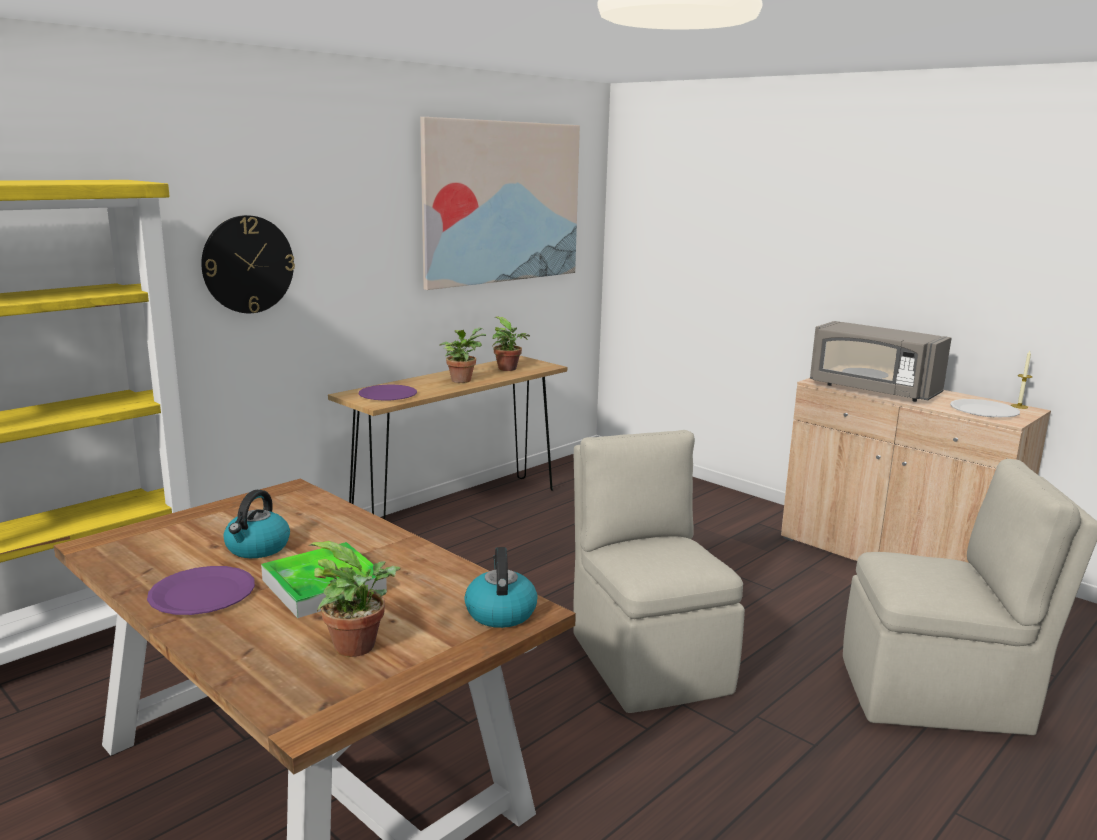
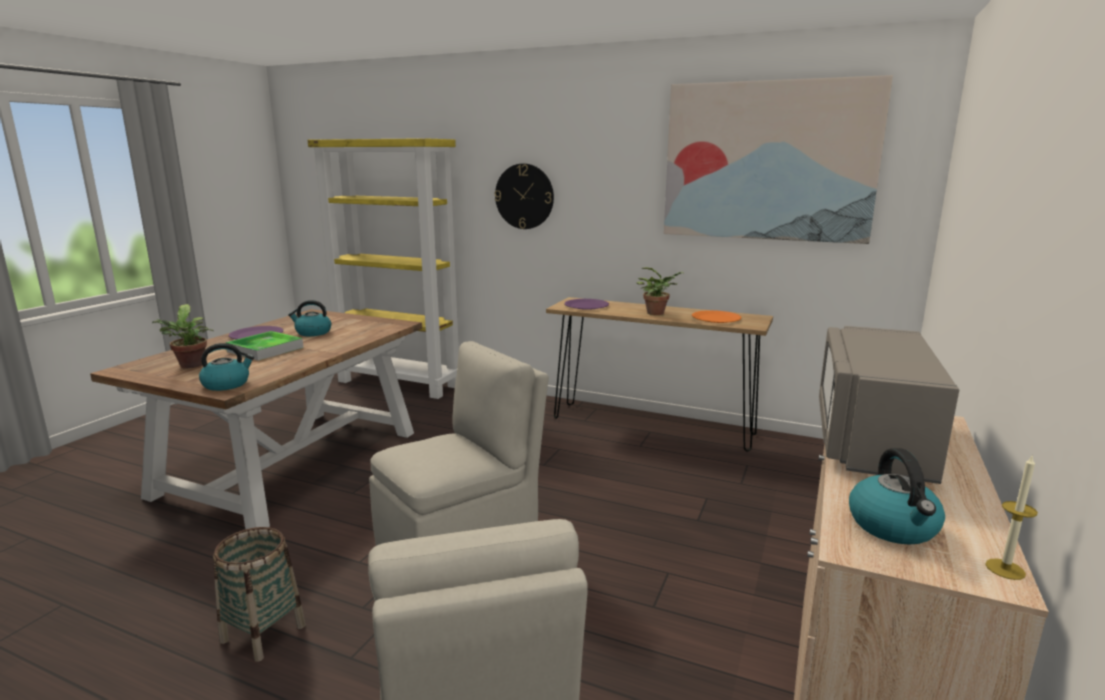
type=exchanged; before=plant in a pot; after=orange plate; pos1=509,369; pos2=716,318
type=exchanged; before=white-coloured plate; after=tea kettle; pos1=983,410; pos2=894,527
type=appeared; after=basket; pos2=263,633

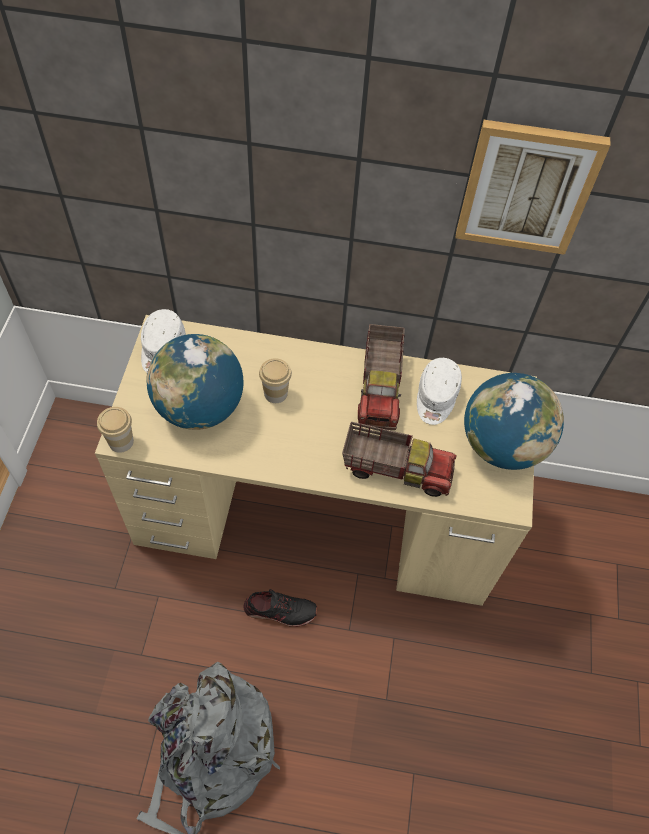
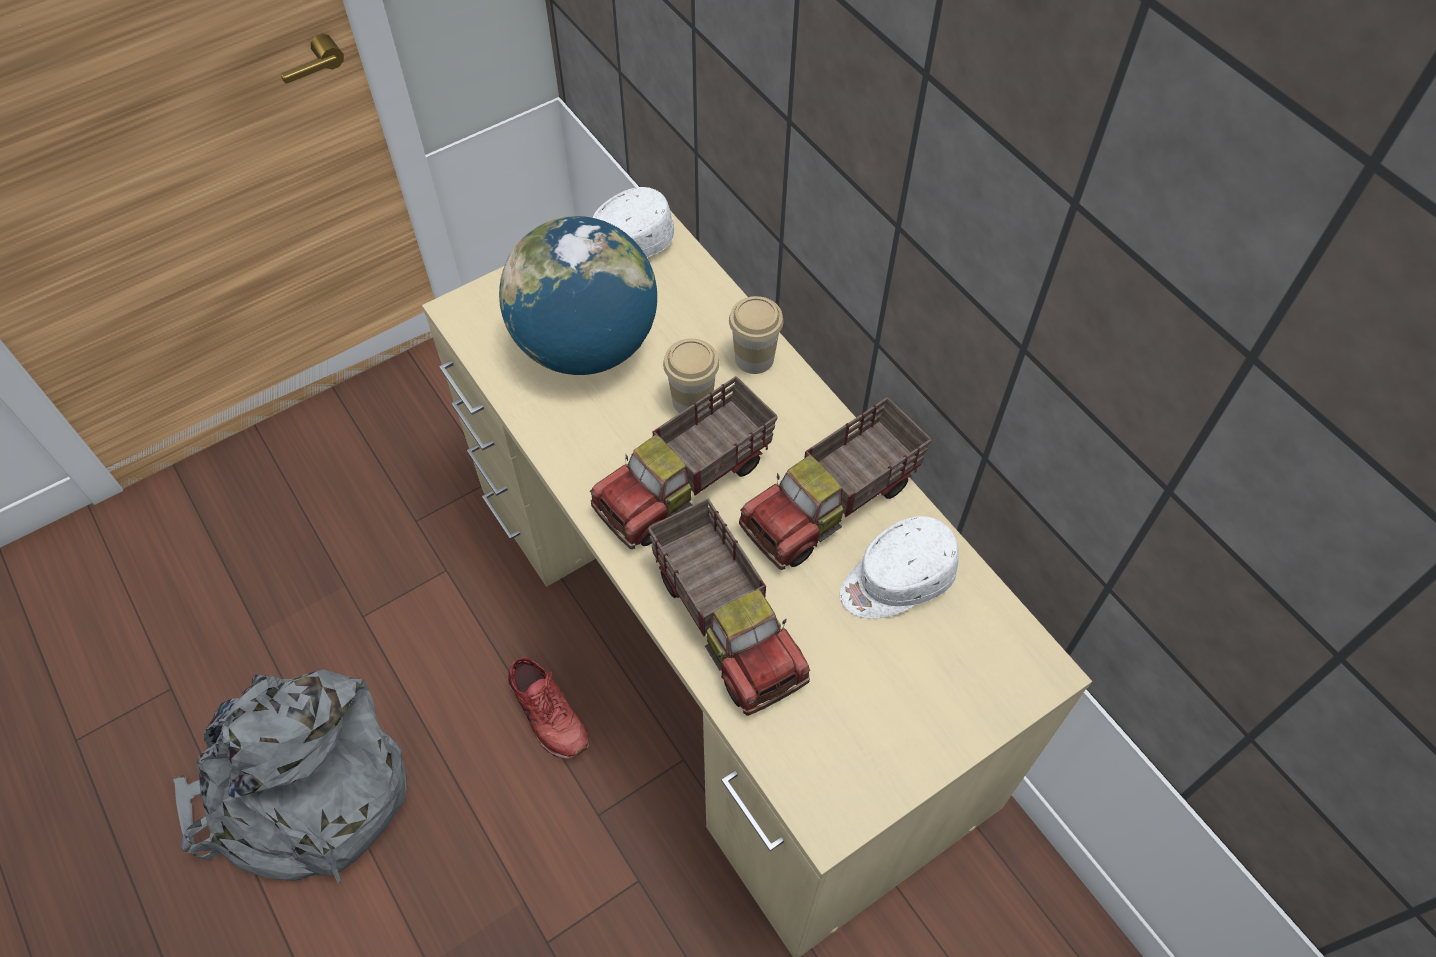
type=missing; before=wall picture; pos1=527,187
type=missing; before=desk globe; pos1=502,445
type=relocated; before=cup; pos1=121,441; pos2=754,358
type=colour; before=black-coloured low shoe; after=red low shoe; pos1=280,611; pos2=547,713
type=appeared; after=toy truck; pos2=686,484

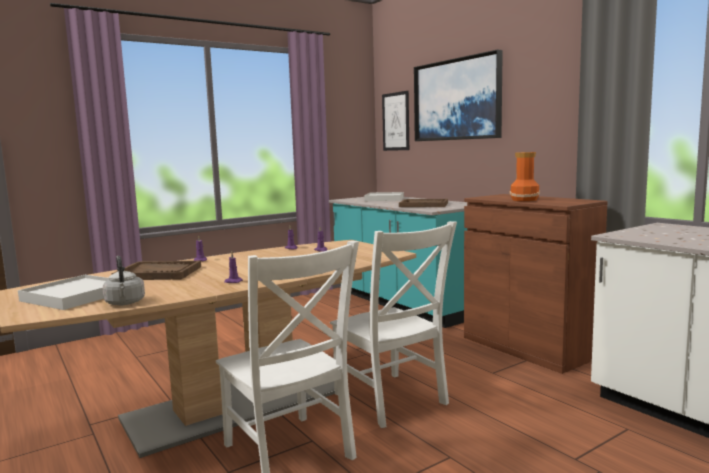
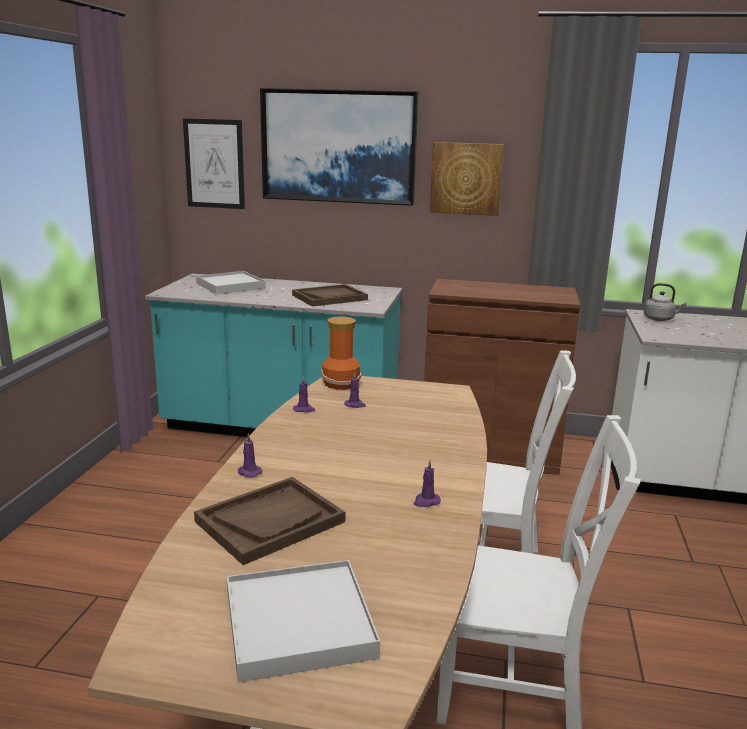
type=relocated; before=decorative vase; pos1=524,200; pos2=340,383
type=relocated; before=gray tea kettle; pos1=125,303; pos2=660,319
type=appeared; after=wall picture; pos2=466,178

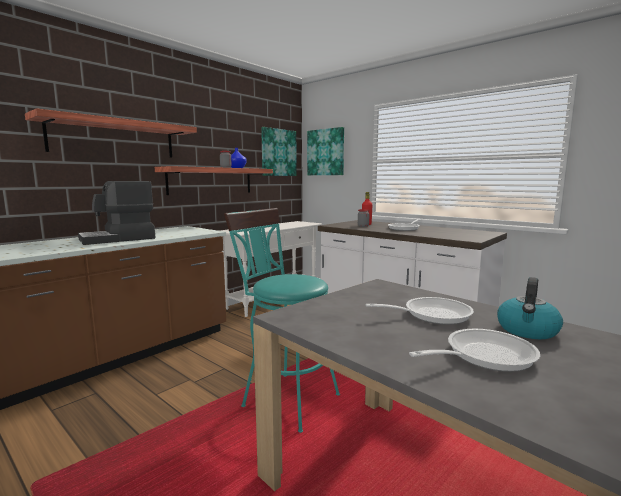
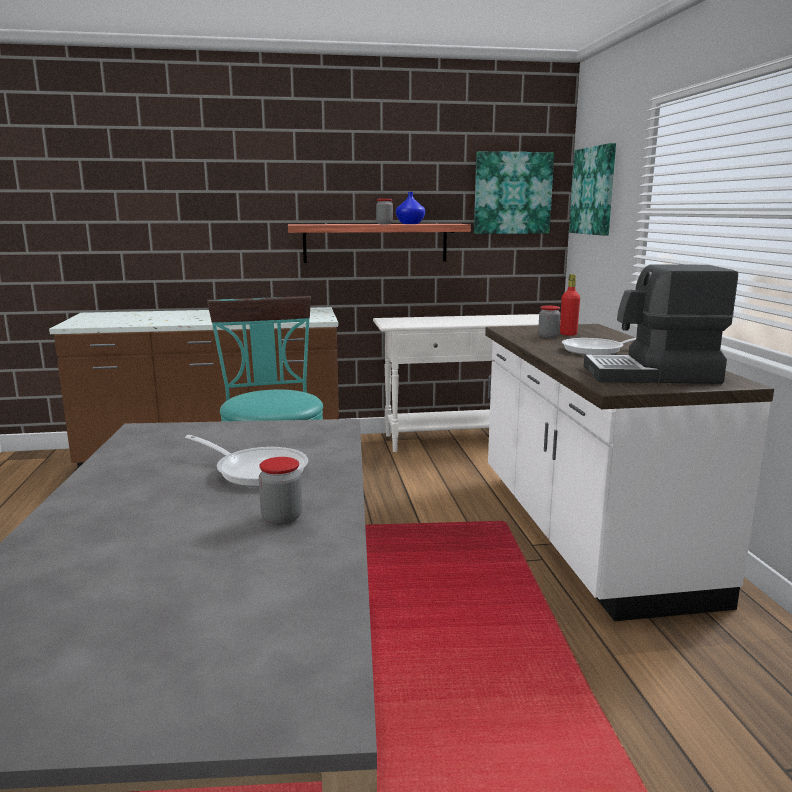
type=missing; before=wall shelf; pos1=114,139
type=relocated; before=coffee maker; pos1=118,239; pos2=652,375
type=exchanged; before=tea kettle; after=jar; pos1=527,331; pos2=282,518
type=missing; before=frying pan; pos1=483,356

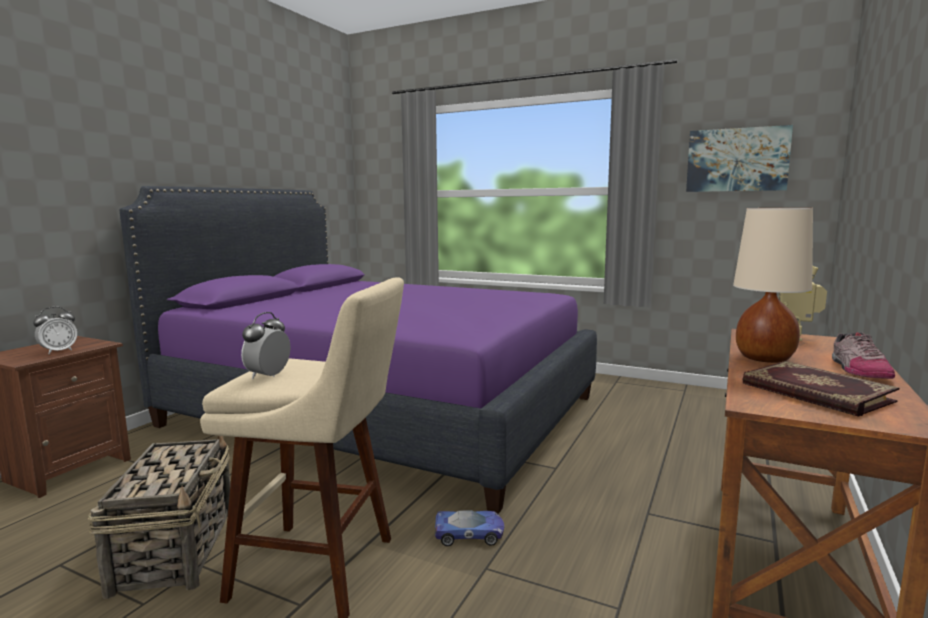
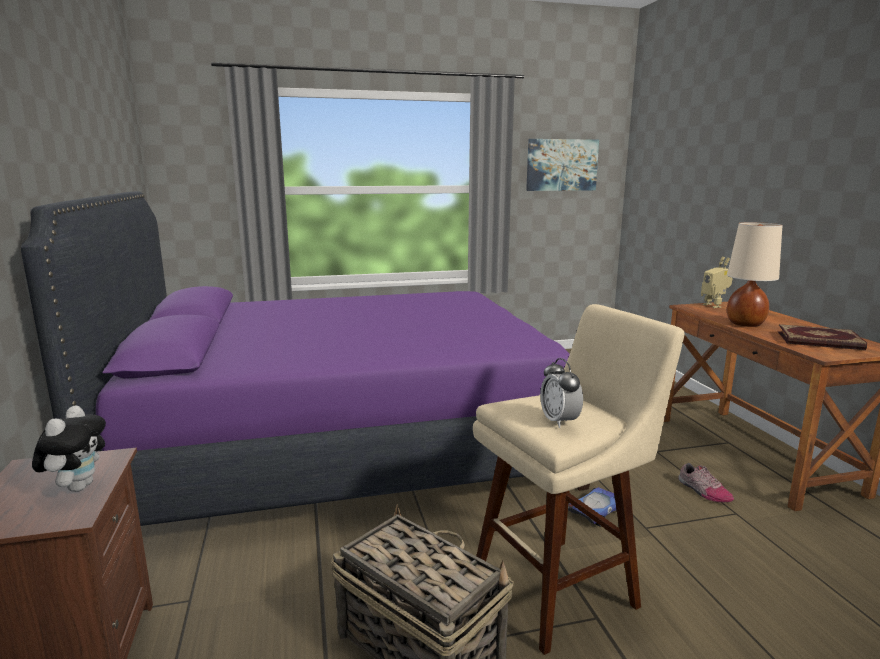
type=exchanged; before=alarm clock; after=plush toy; pos1=58,351; pos2=78,486
type=relocated; before=low shoe; pos1=857,370; pos2=703,491

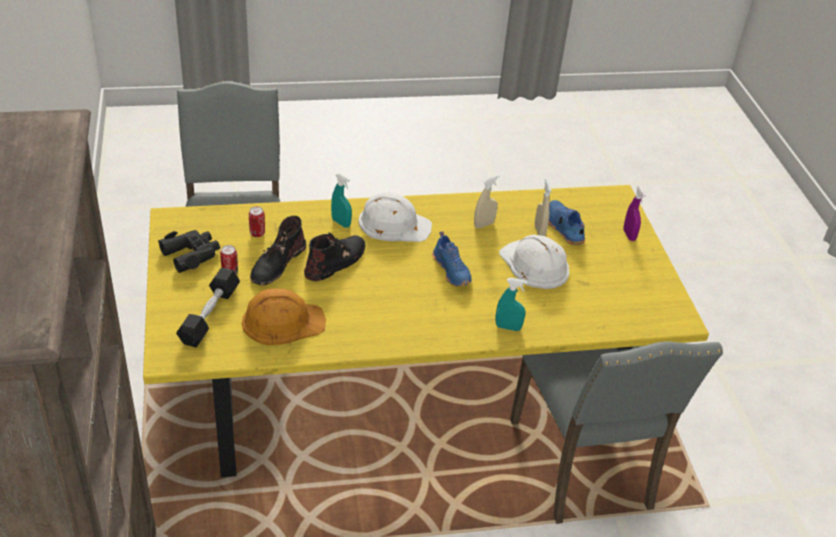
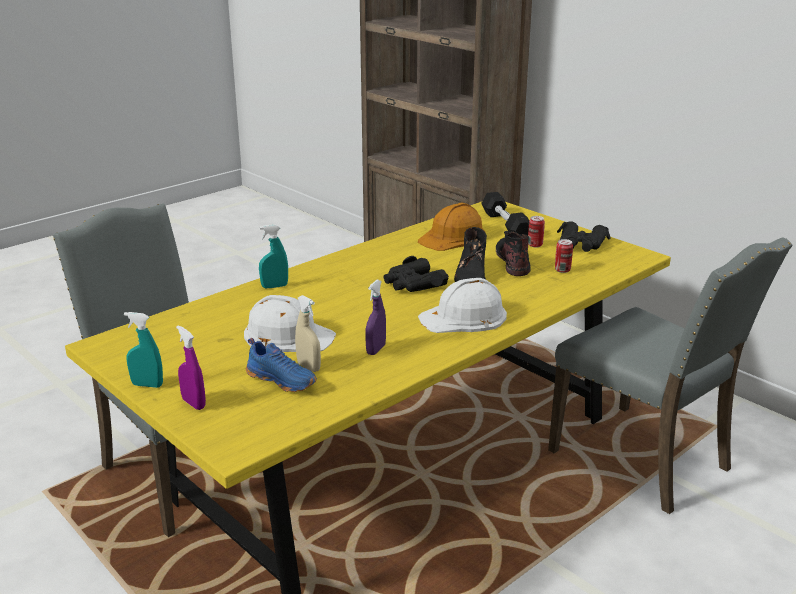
type=relocated; before=turquoise-coloured spray bottle; pos1=341,223; pos2=147,385
type=colour; before=beige-coloured spray bottle; after=purple-coloured spray bottle; pos1=484,224; pos2=376,350
type=missing; before=bluish low shoe; pos1=452,270
type=appeared; after=black-coloured pair of binoculars; pos2=413,284

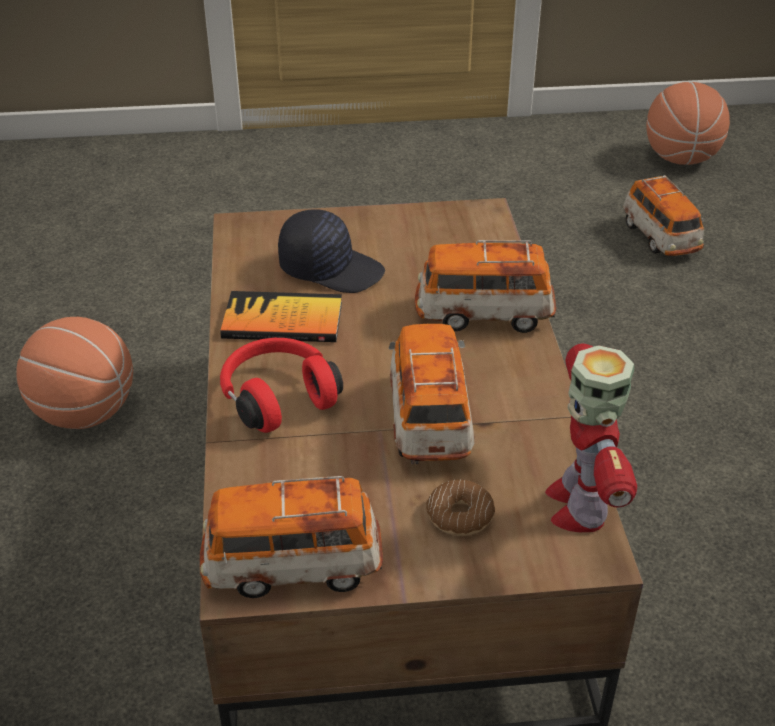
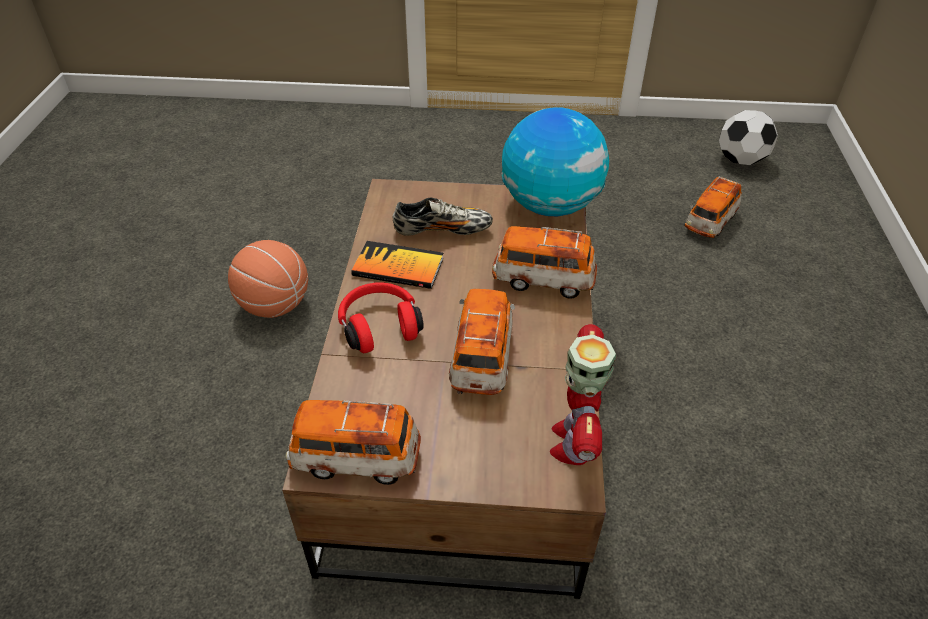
type=exchanged; before=basketball ball; after=football ball; pos1=680,158; pos2=740,161
type=spun; before=model car; pos1=660,238; pos2=710,222; turn=45
type=exchanged; before=black-coloured peaked cap; after=low shoe; pos1=331,268; pos2=442,231
type=missing; before=donut; pos1=460,515
type=appeared; after=desk globe; pos2=549,205

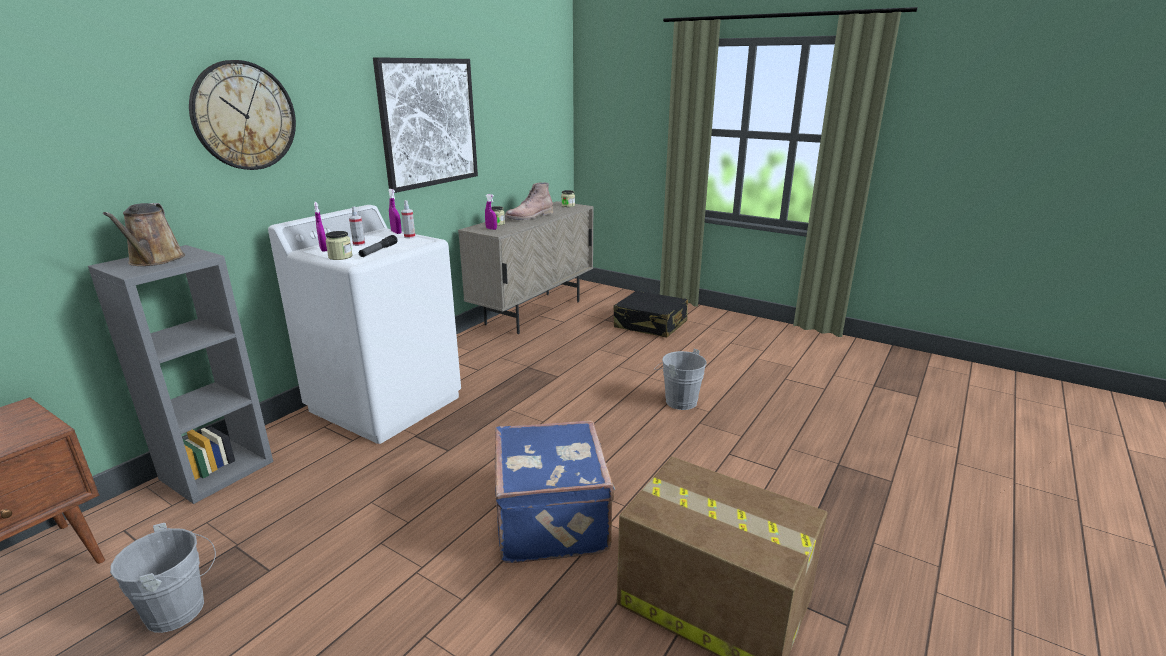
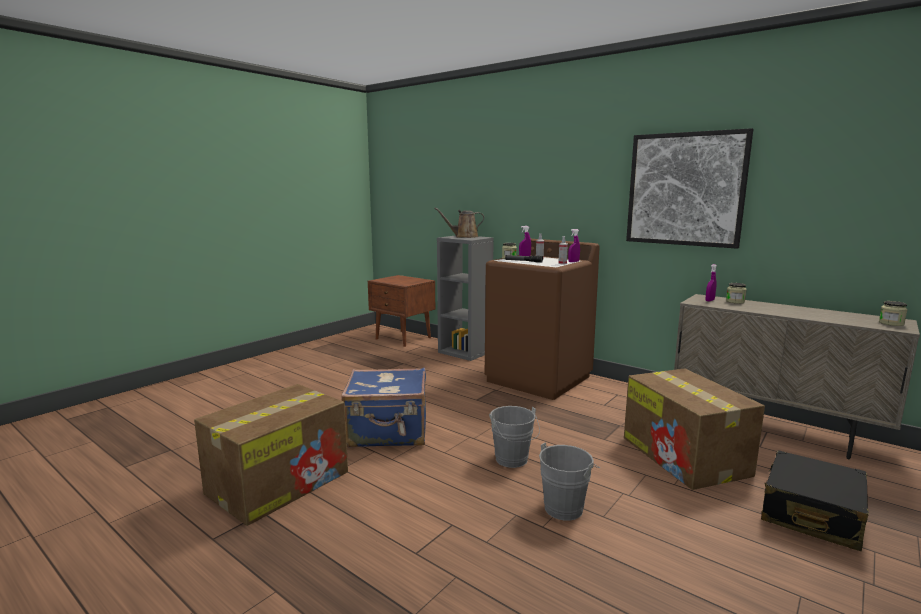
type=missing; before=hanging clock; pos1=244,116
type=missing; before=brown boot; pos1=529,217
type=colour; before=white-coloured washing machine; after=brown washing machine; pos1=386,403; pos2=539,379
type=relocated; before=gray pail; pos1=182,609; pos2=513,461
type=appeared; after=packing box; pos2=685,457

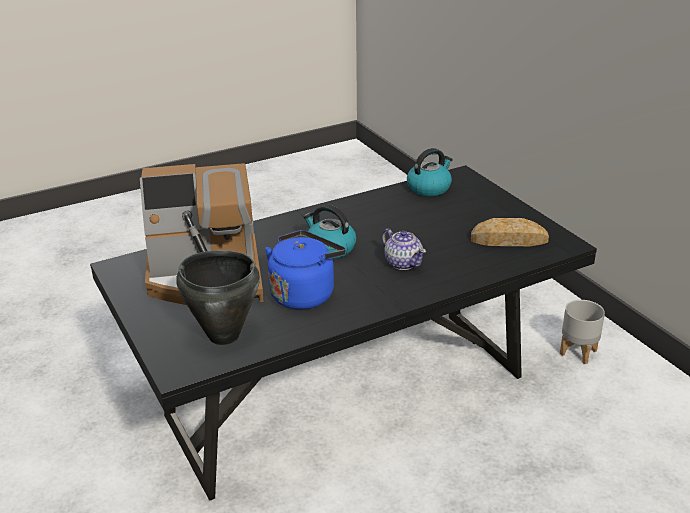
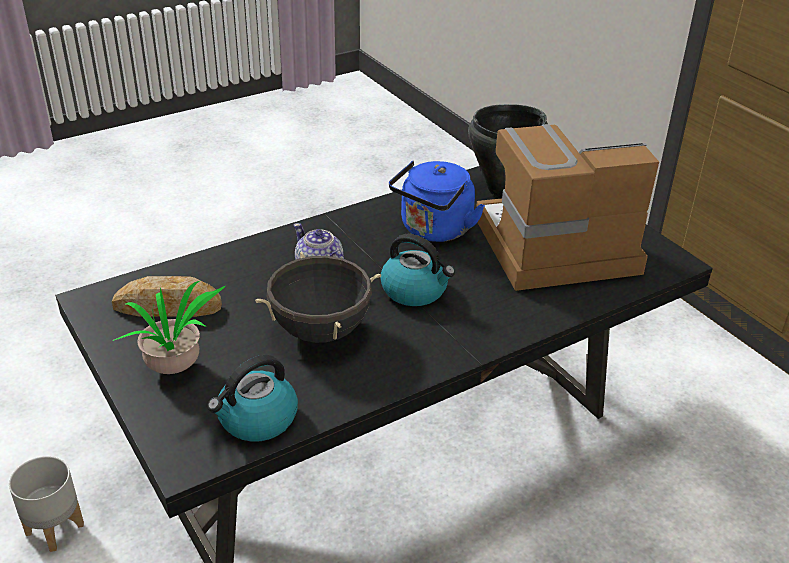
type=appeared; after=black-coloured stockpot; pos2=320,331
type=appeared; after=plant in a pot; pos2=177,369

